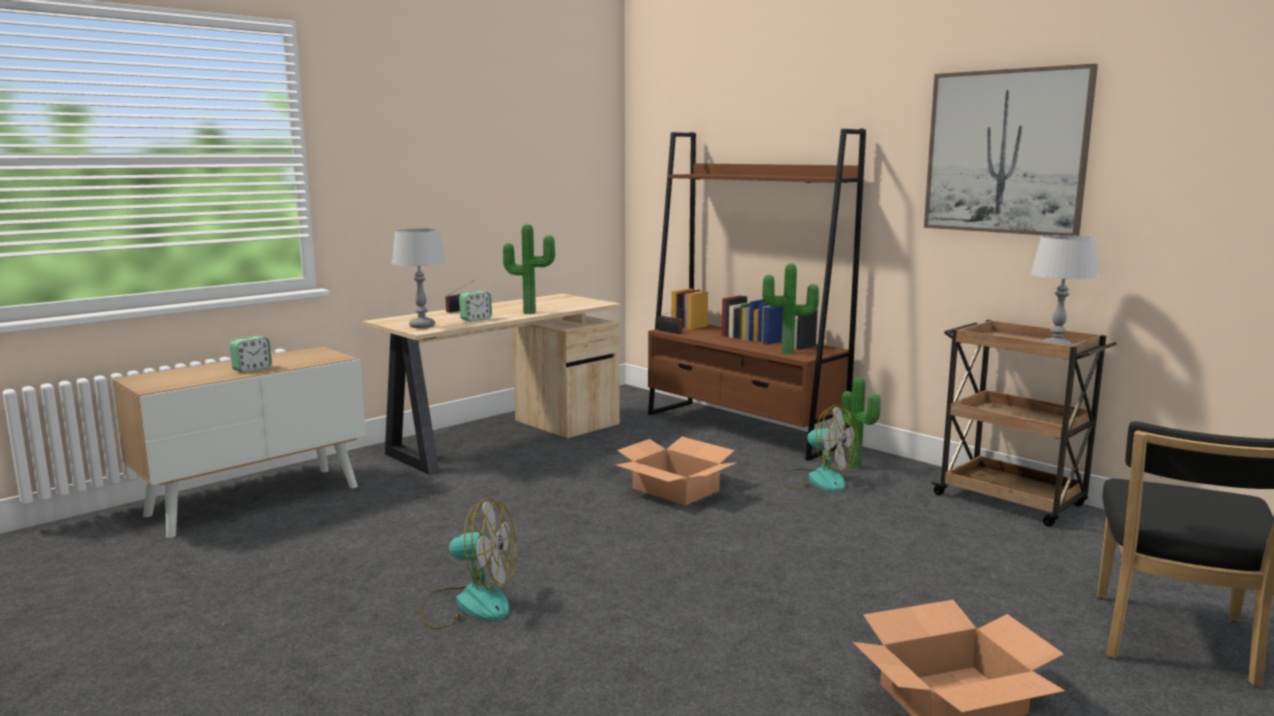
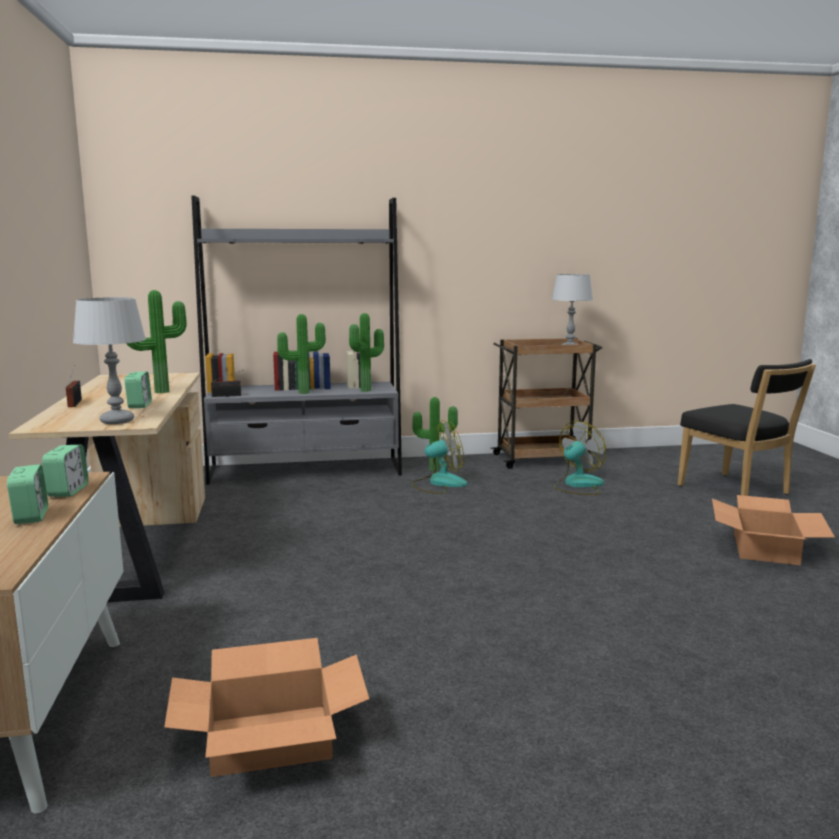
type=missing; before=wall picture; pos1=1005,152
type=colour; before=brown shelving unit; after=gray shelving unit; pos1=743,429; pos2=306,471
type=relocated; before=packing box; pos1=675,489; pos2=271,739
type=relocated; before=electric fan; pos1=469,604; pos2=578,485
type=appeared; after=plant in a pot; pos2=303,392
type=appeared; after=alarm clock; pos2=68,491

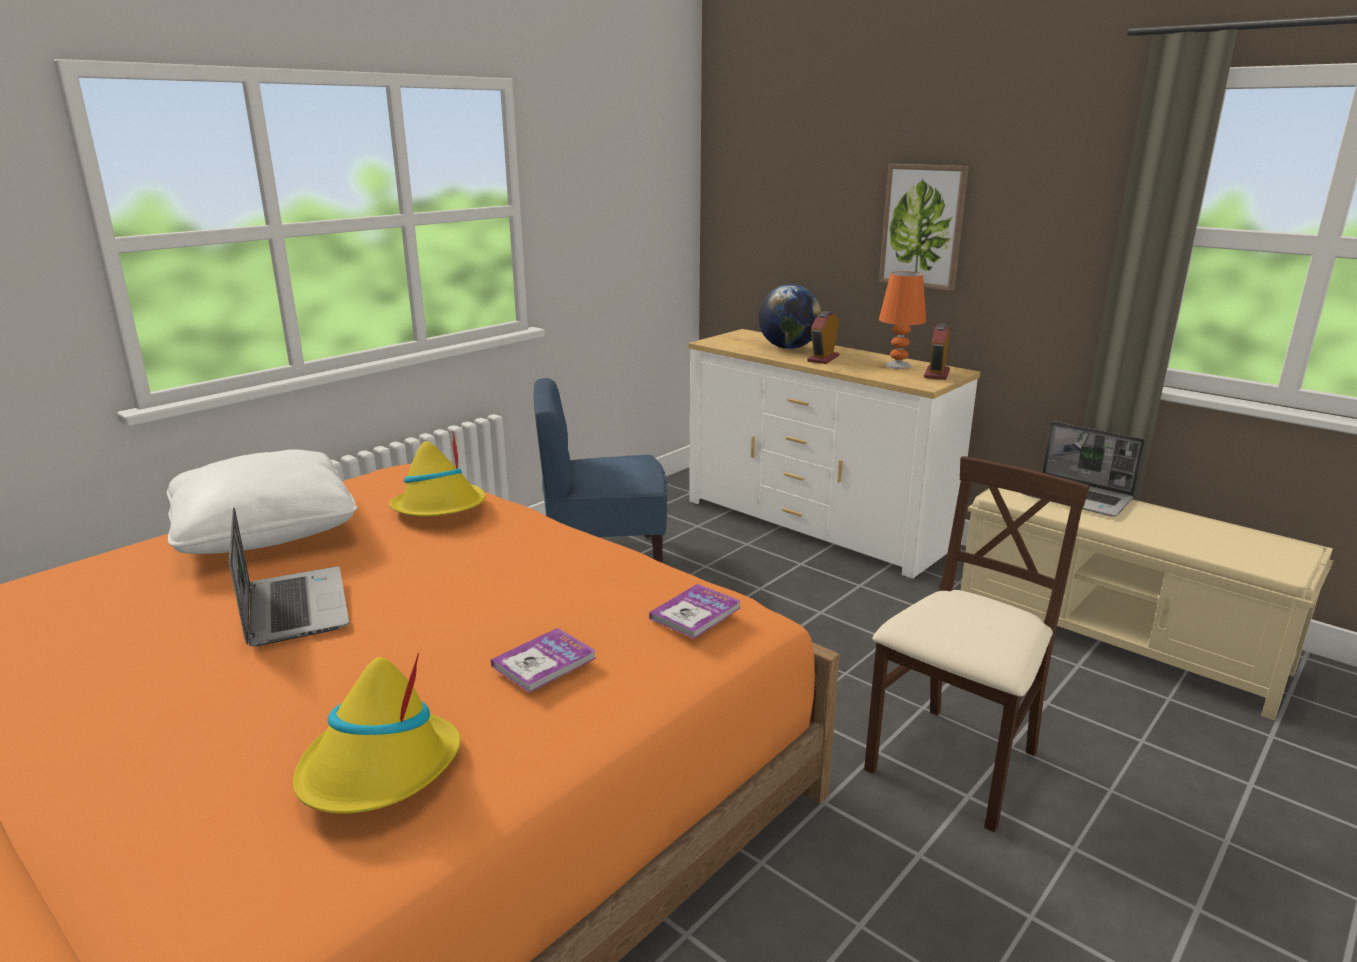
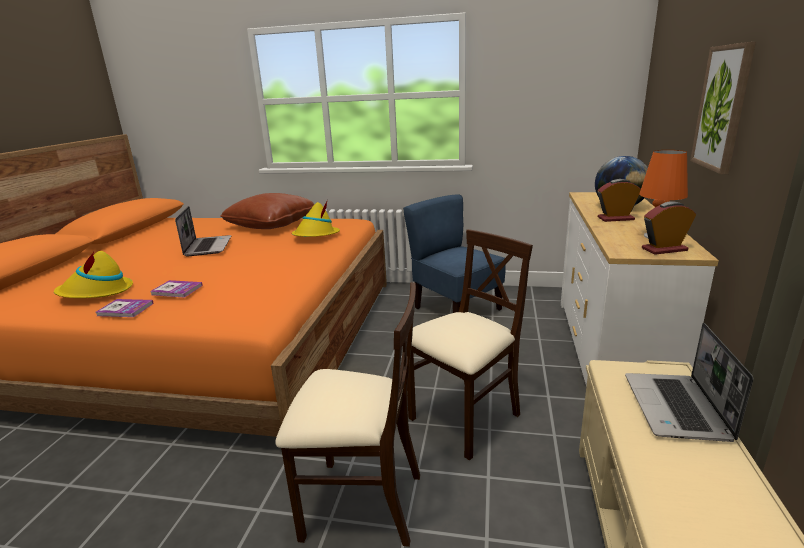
type=colour; before=white-coloured throw pillow; after=brown throw pillow; pos1=266,530; pos2=271,225
type=spun; before=portable computer; pos1=294,608; pos2=207,247; turn=-45
type=relocated; before=volume; pos1=695,613; pos2=125,309
type=appeared; after=beige-coloured plain chair; pos2=465,419

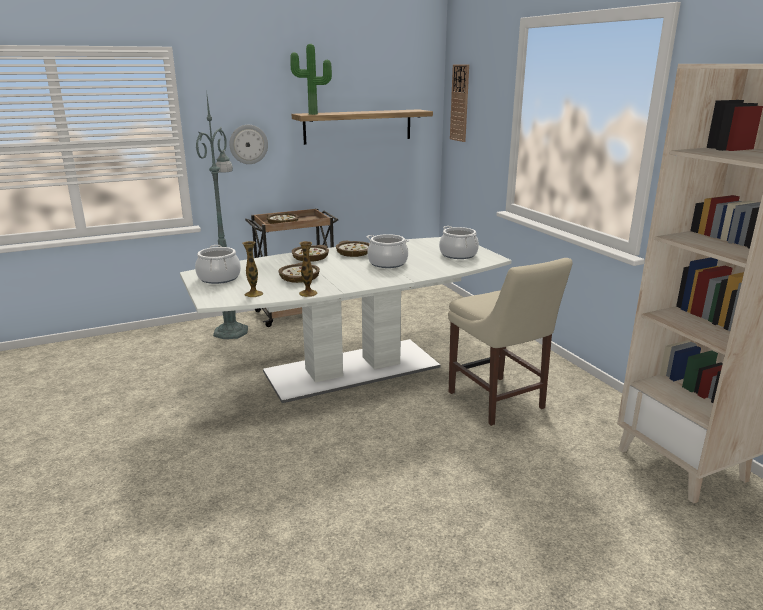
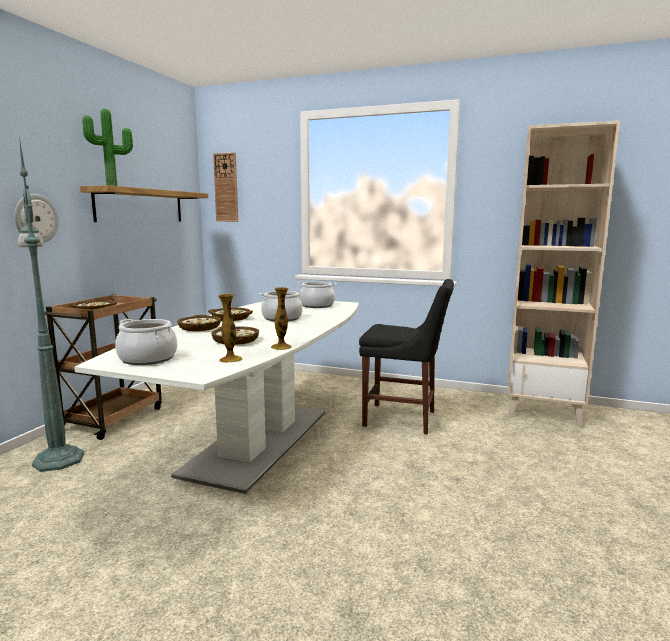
type=colour; before=beige-coloured plain chair; after=black-coloured plain chair; pos1=498,402; pos2=404,419

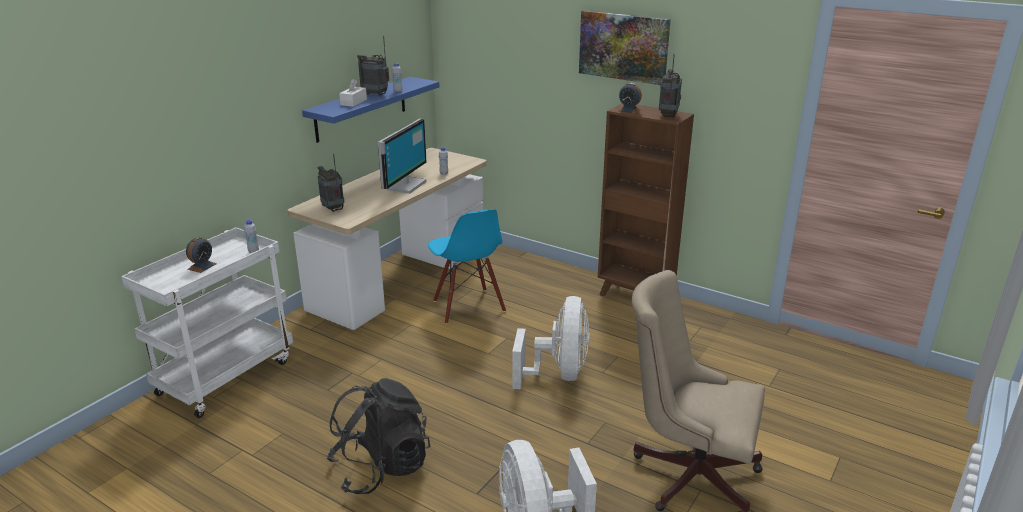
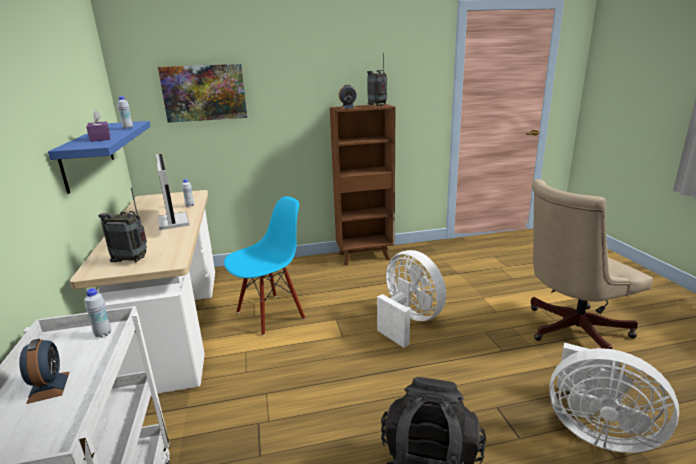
type=relocated; before=wall picture; pos1=623,46; pos2=204,93
type=missing; before=radio set; pos1=376,95
type=colour; before=white-coloured tissue holder; after=purple-coloured tissue holder; pos1=353,102; pos2=100,138
type=spun; before=bluish plain chair; pos1=468,306; pos2=270,314; turn=-60

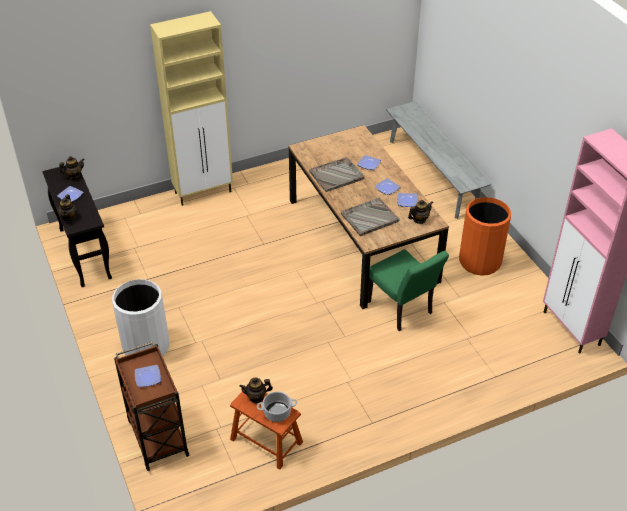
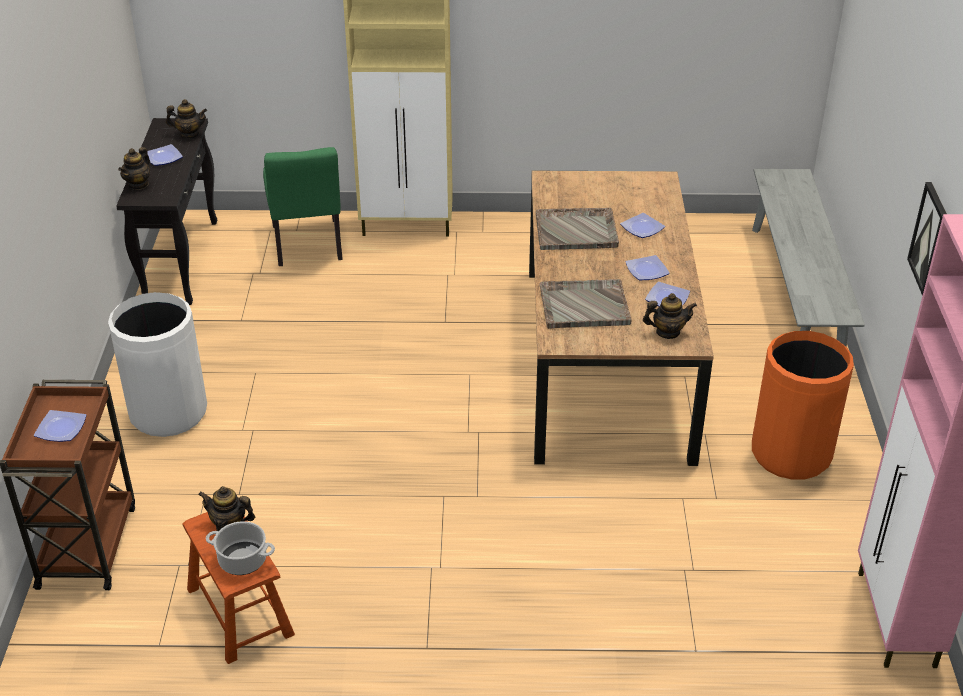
type=relocated; before=green plain chair; pos1=402,310; pos2=308,247
type=appeared; after=wall picture; pos2=929,238

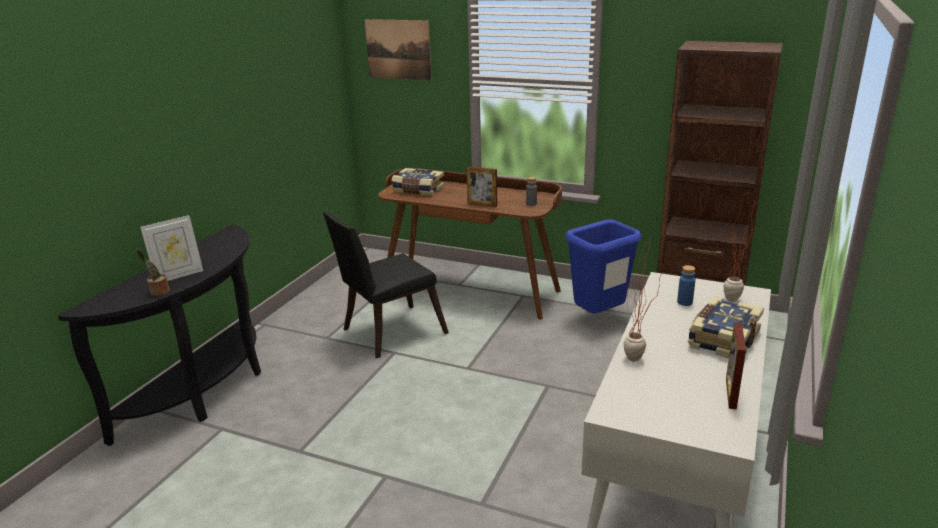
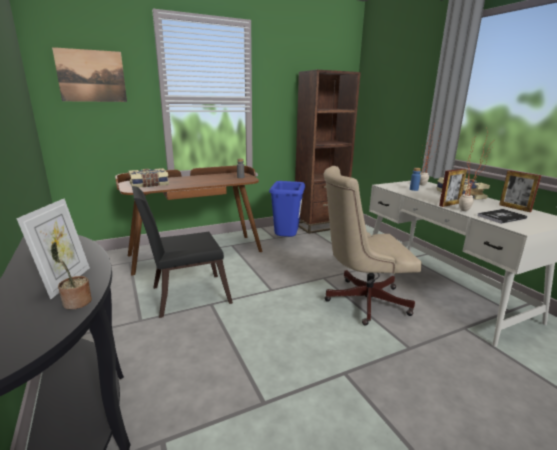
type=relocated; before=photo frame; pos1=482,205; pos2=449,204
type=spun; before=black-coloured plain chair; pos1=388,333; pos2=185,295; turn=60
type=appeared; after=beige-coloured office chair; pos2=361,300
type=appeared; after=volume; pos2=501,217

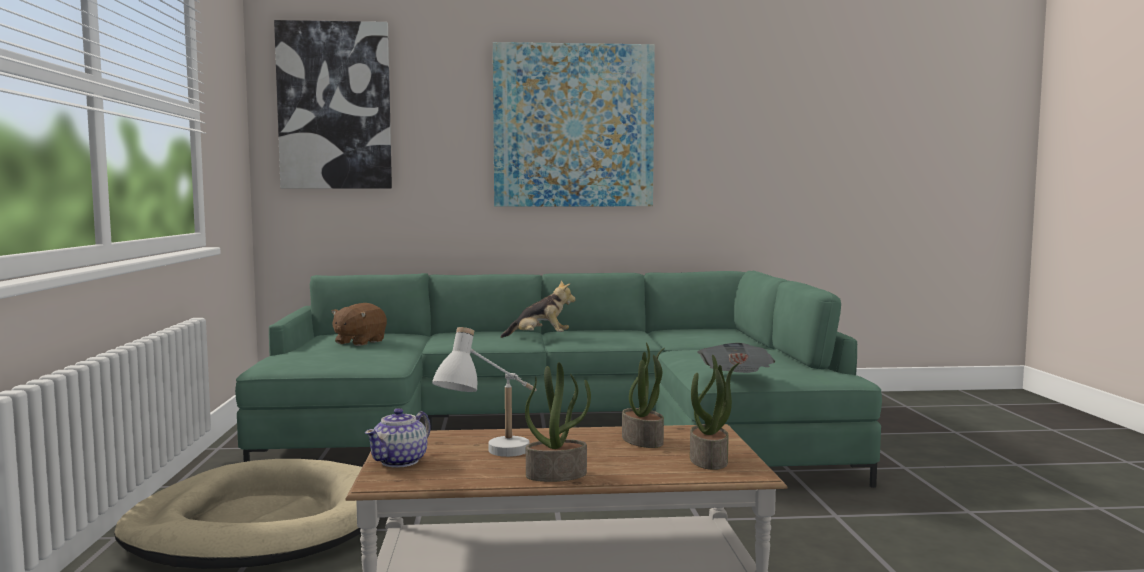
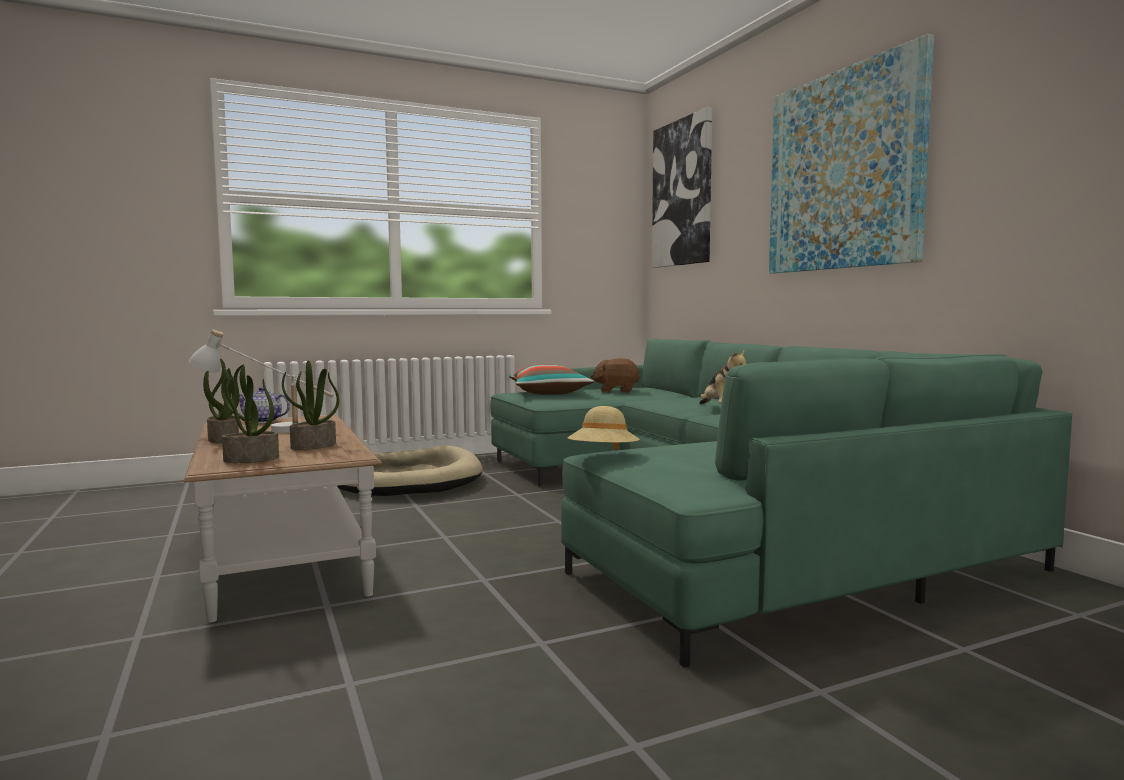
type=exchanged; before=printed paper; after=beige-coloured hat; pos1=736,380; pos2=603,457
type=appeared; after=throw pillow; pos2=549,393

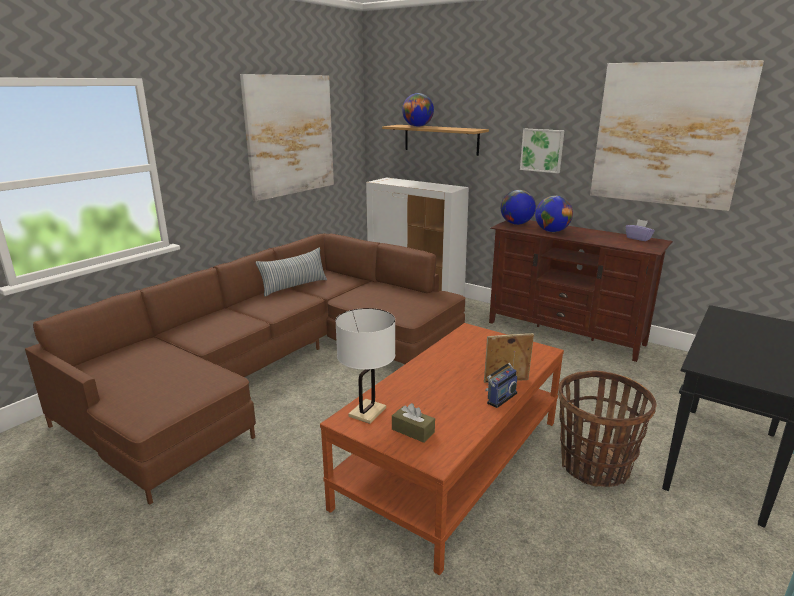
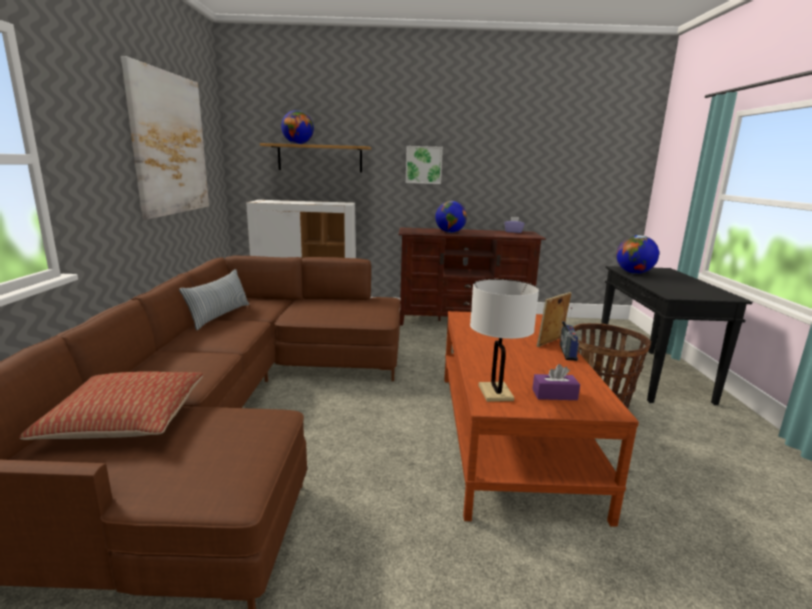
type=missing; before=wall picture; pos1=667,135
type=relocated; before=desk globe; pos1=516,224; pos2=634,273
type=colour; before=brown tissue holder; after=purple-coloured tissue holder; pos1=413,431; pos2=554,394
type=appeared; after=throw pillow; pos2=126,421

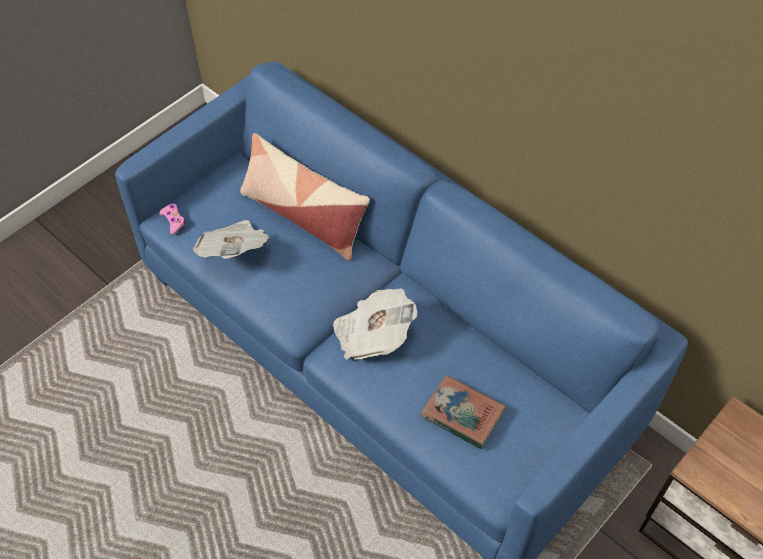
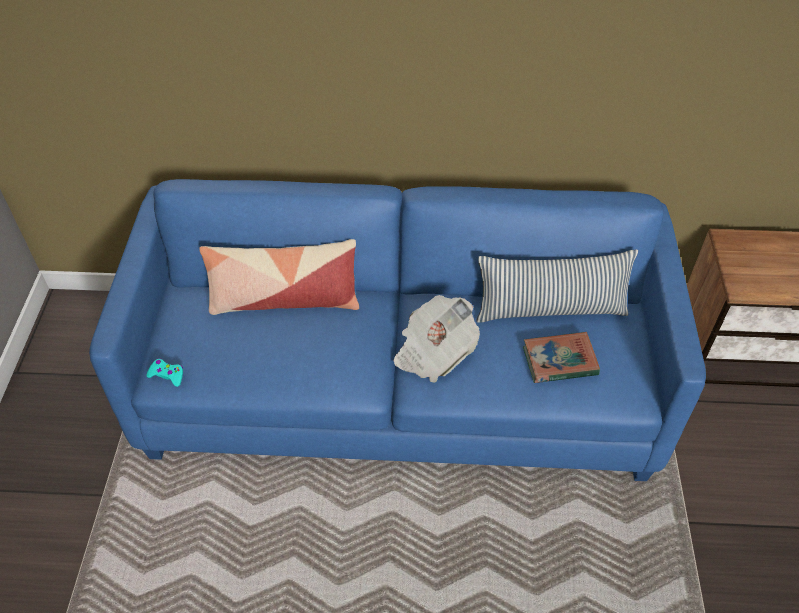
type=colour; before=pink-coloured joypad; after=turquoise-coloured joypad; pos1=173,220; pos2=167,375
type=missing; before=printed paper; pos1=234,251
type=appeared; after=throw pillow; pos2=550,310

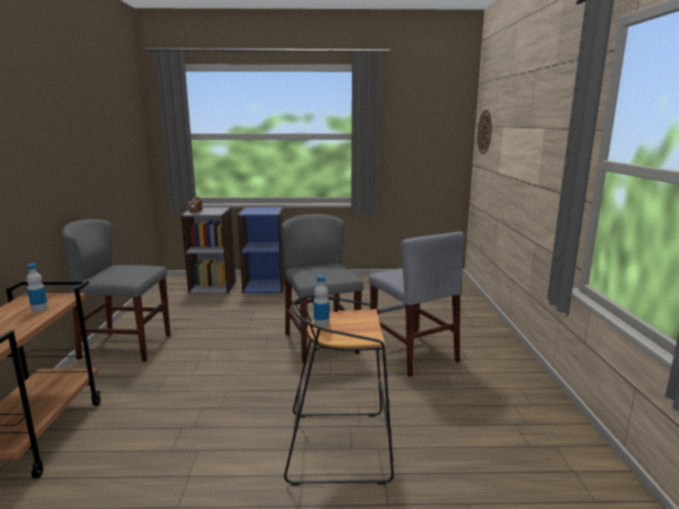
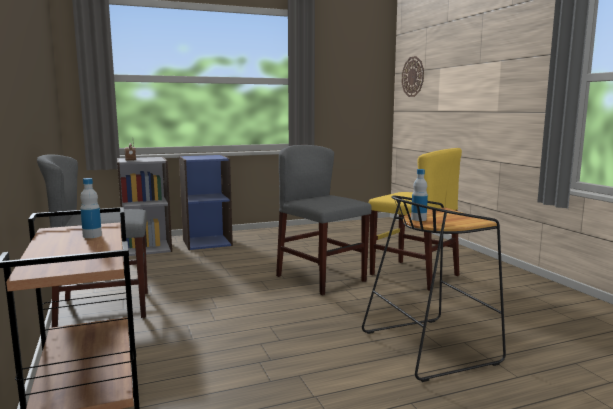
type=colour; before=gray plain chair; after=yellow-coloured plain chair; pos1=413,353; pos2=413,275

